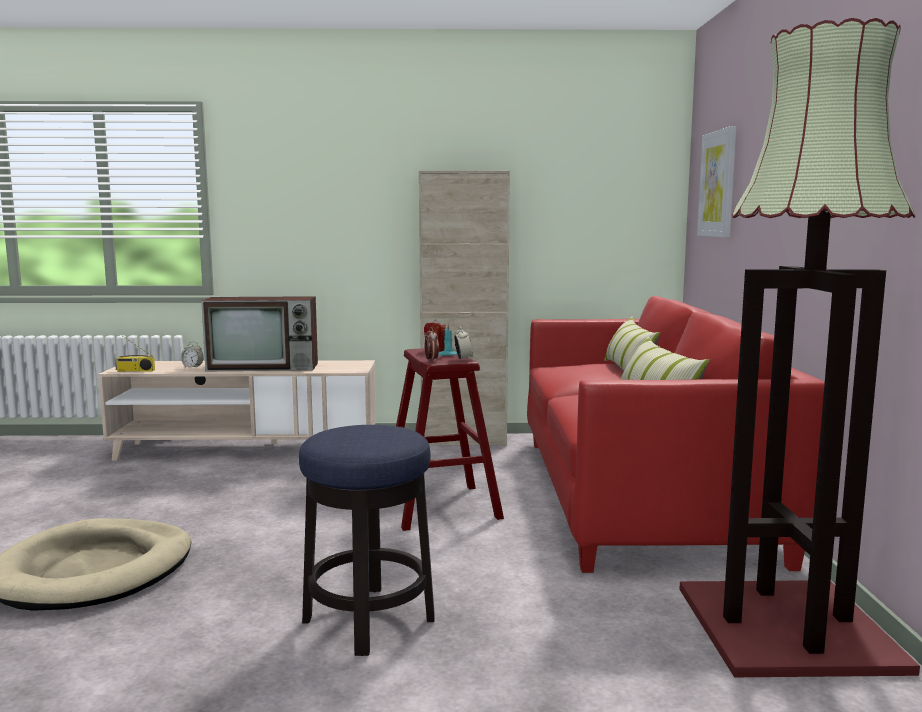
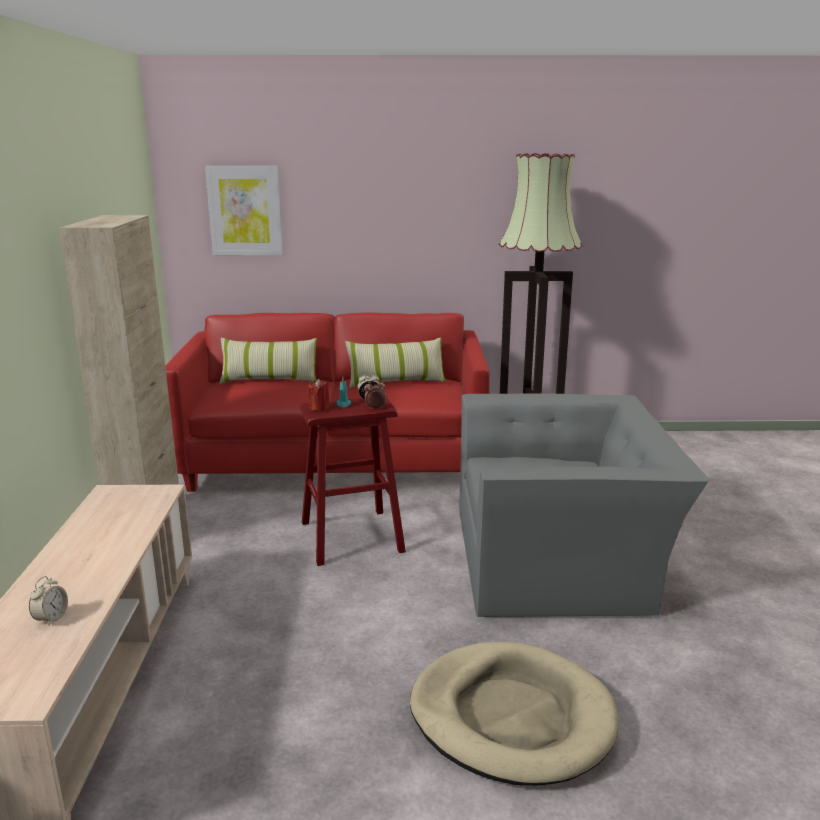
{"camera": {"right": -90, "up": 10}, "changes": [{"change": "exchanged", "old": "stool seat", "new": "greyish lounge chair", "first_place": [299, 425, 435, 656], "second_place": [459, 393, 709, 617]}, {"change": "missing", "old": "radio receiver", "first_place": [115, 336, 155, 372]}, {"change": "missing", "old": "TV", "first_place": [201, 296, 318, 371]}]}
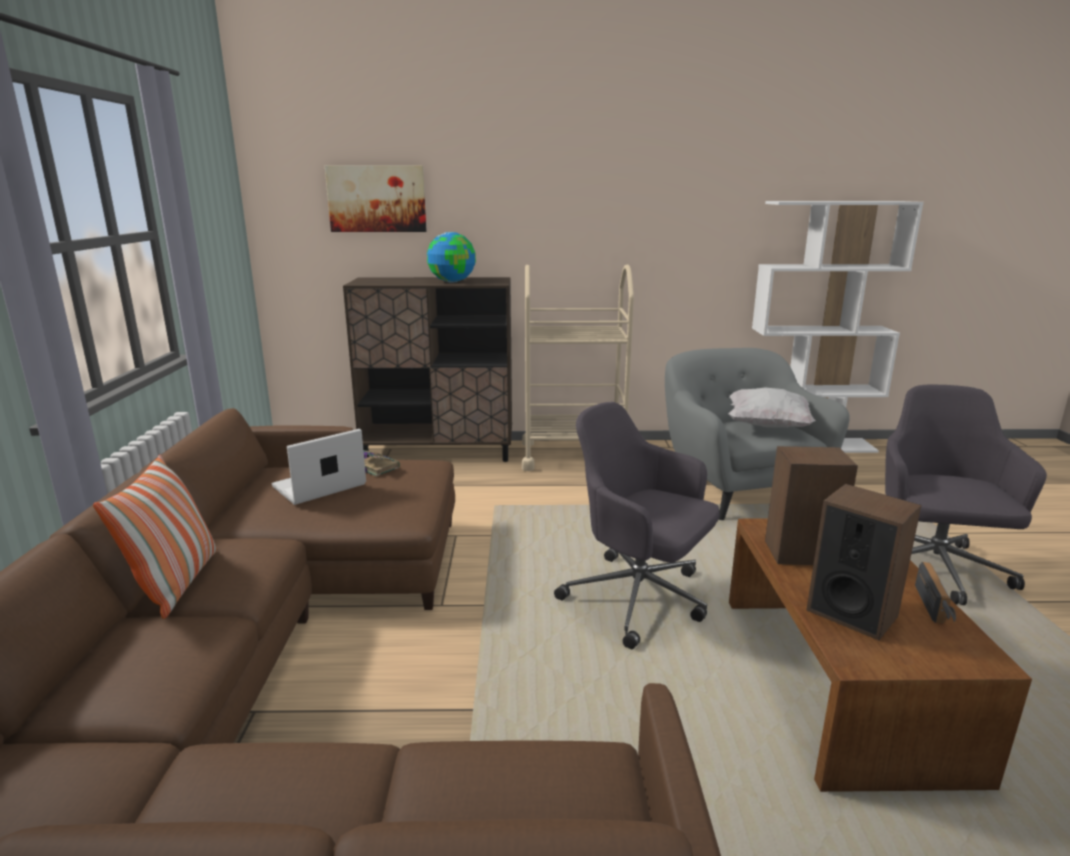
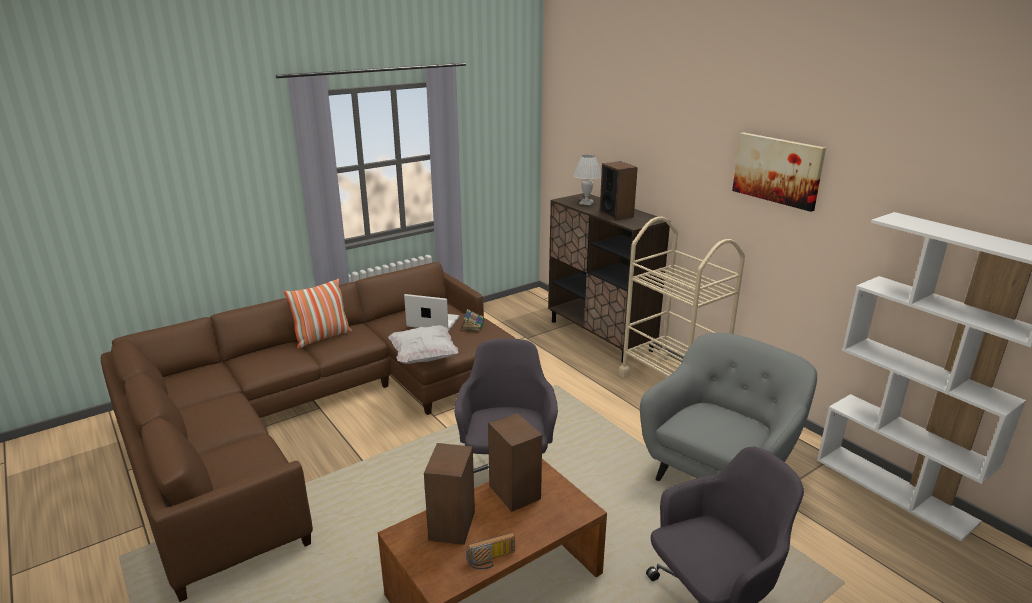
{"camera": {"right": 55, "up": 5}, "changes": [{"change": "relocated", "old": "white throw pillow", "first_place": [728, 387, 816, 428], "second_place": [388, 325, 458, 364]}, {"change": "appeared", "new": "white tabletop lamp", "second_place": [573, 155, 601, 205]}, {"change": "exchanged", "old": "world globe", "new": "loudspeaker", "first_place": [427, 232, 476, 282], "second_place": [599, 161, 638, 220]}, {"change": "relocated", "old": "wall picture", "first_place": [325, 166, 427, 232], "second_place": [732, 132, 826, 212]}]}
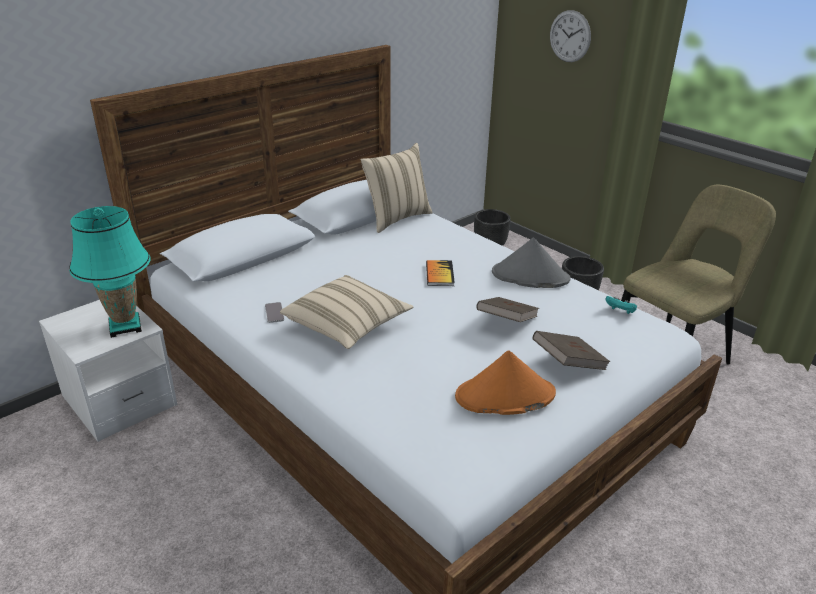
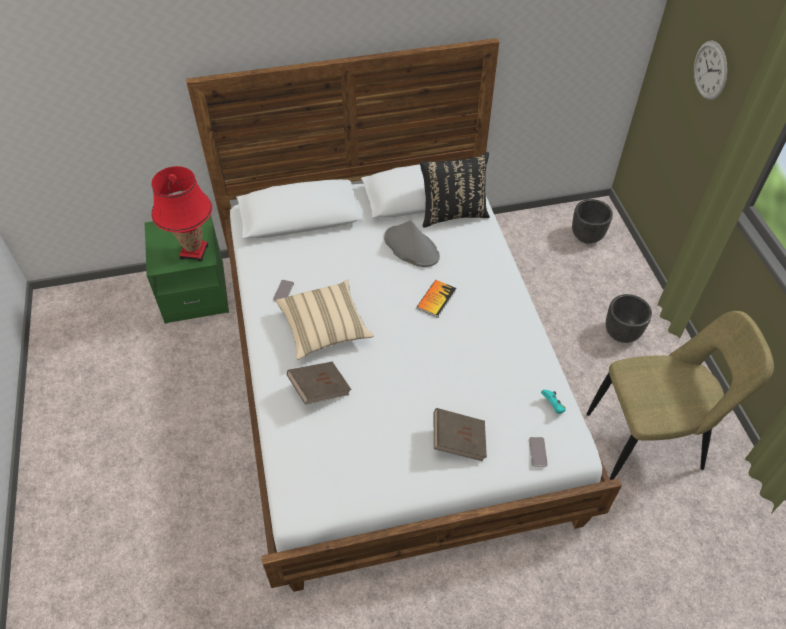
{"camera": {"right": 30, "up": 20}, "changes": [{"change": "colour", "old": "white nightstand", "new": "green-coloured nightstand", "first_place": [39, 300, 177, 442], "second_place": [145, 215, 229, 324]}, {"change": "colour", "old": "turquoise tabletop lamp", "new": "red tabletop lamp", "first_place": [69, 206, 150, 338], "second_place": [151, 166, 212, 261]}, {"change": "relocated", "old": "brown book", "first_place": [476, 297, 539, 322], "second_place": [287, 362, 352, 405]}, {"change": "relocated", "old": "greyish clothing hat", "first_place": [492, 238, 571, 288], "second_place": [384, 220, 440, 267]}, {"change": "colour", "old": "beige throw pillow", "new": "black-coloured throw pillow", "first_place": [361, 143, 433, 233], "second_place": [420, 152, 490, 228]}, {"change": "appeared", "new": "telephone", "second_place": [529, 437, 548, 467]}, {"change": "missing", "old": "orange-coloured clothing hat", "first_place": [455, 351, 556, 415]}]}
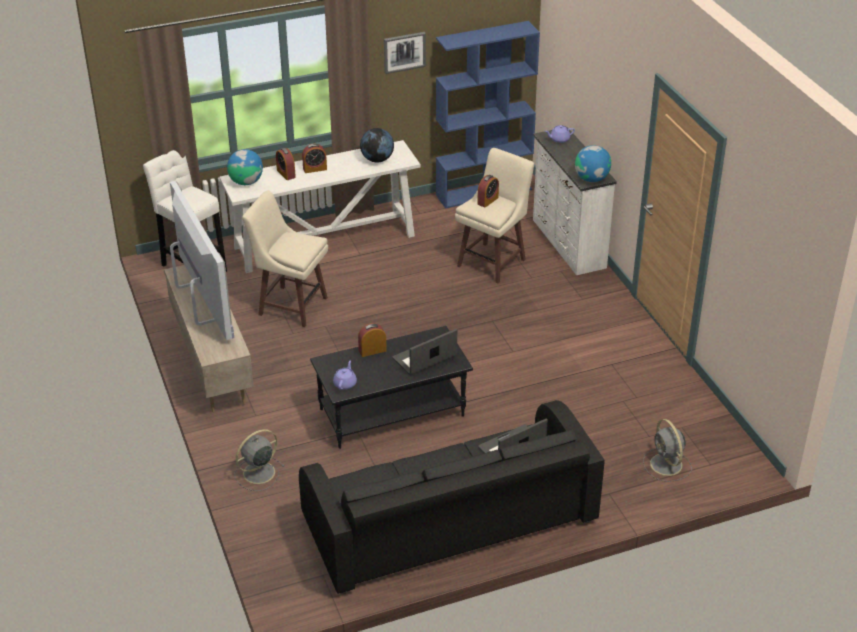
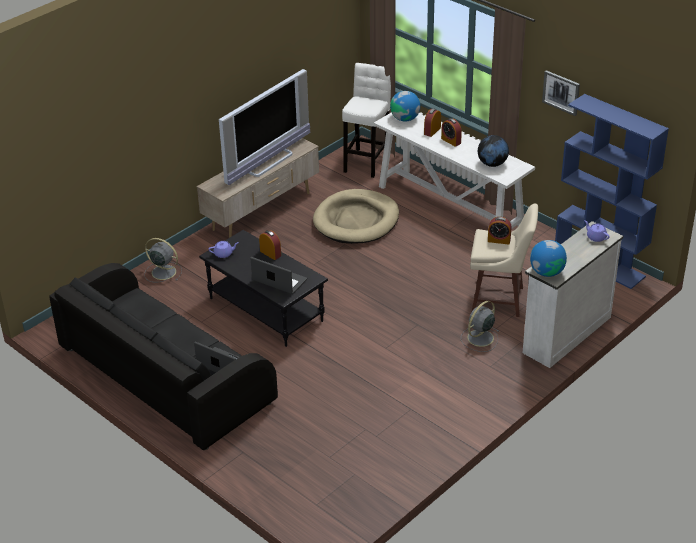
{"camera": {"right": 65, "up": 0}, "changes": [{"change": "exchanged", "old": "beige stool seat", "new": "beige dog bed", "first_place": [243, 190, 328, 327], "second_place": [313, 189, 399, 244]}, {"change": "relocated", "old": "greyish electric fan", "first_place": [643, 419, 692, 482], "second_place": [461, 301, 499, 352]}]}
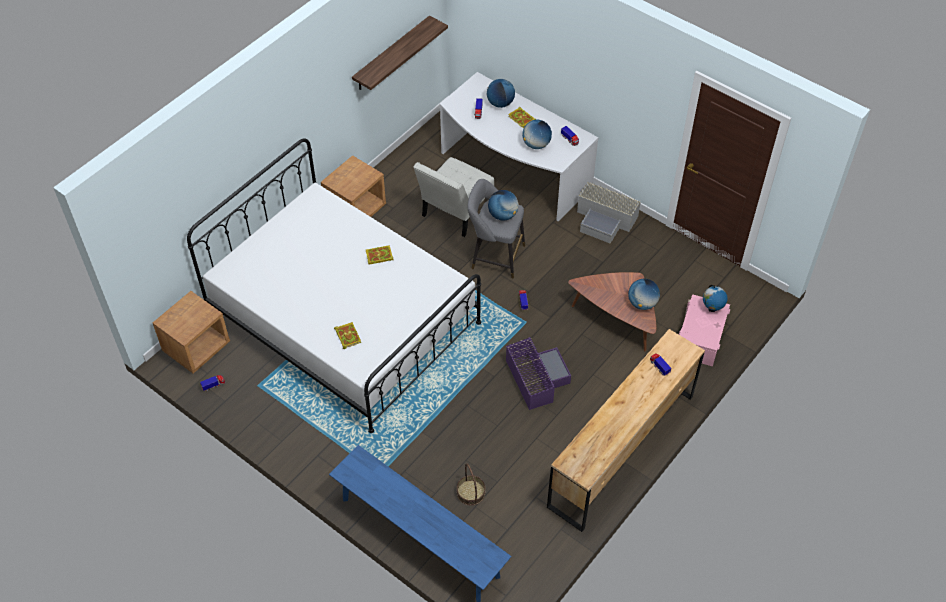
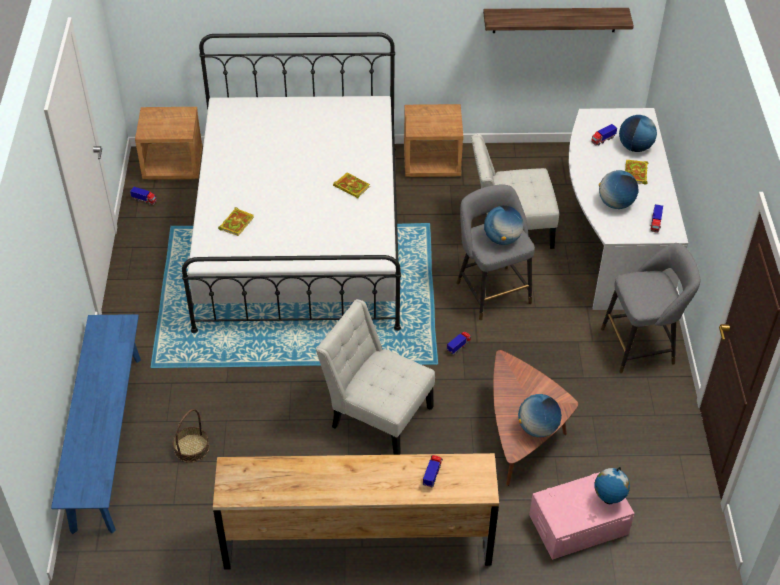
{"camera": {"right": 50, "up": -5}, "changes": [{"change": "exchanged", "old": "purple-coloured storage container", "new": "white chair", "first_place": [506, 337, 571, 410], "second_place": [316, 299, 435, 455]}, {"change": "exchanged", "old": "greyish storage container", "new": "greyish stool seat", "first_place": [577, 181, 641, 244], "second_place": [601, 243, 700, 373]}]}
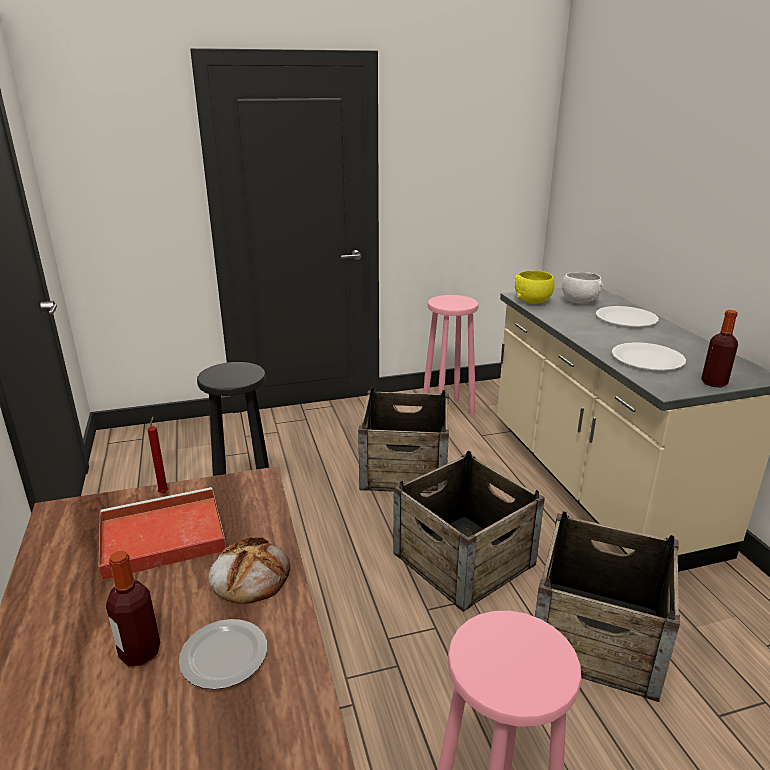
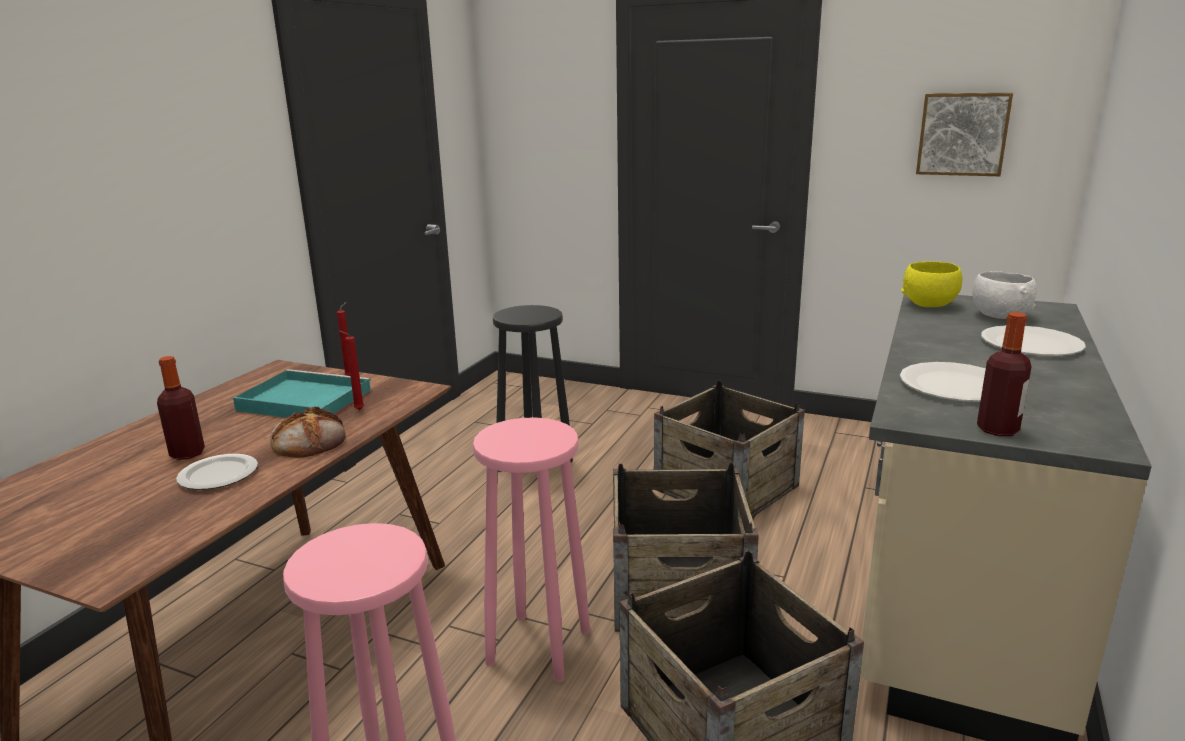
{"camera": {"right": 40, "up": -5}, "changes": [{"change": "colour", "old": "red serving tray", "new": "turquoise serving tray", "first_place": [99, 487, 226, 580], "second_place": [233, 369, 372, 418]}, {"change": "appeared", "new": "red wax candle", "second_place": [340, 331, 364, 410]}, {"change": "relocated", "old": "pink stool seat", "first_place": [423, 295, 479, 417], "second_place": [473, 417, 590, 682]}, {"change": "appeared", "new": "wall picture", "second_place": [916, 93, 1013, 176]}]}
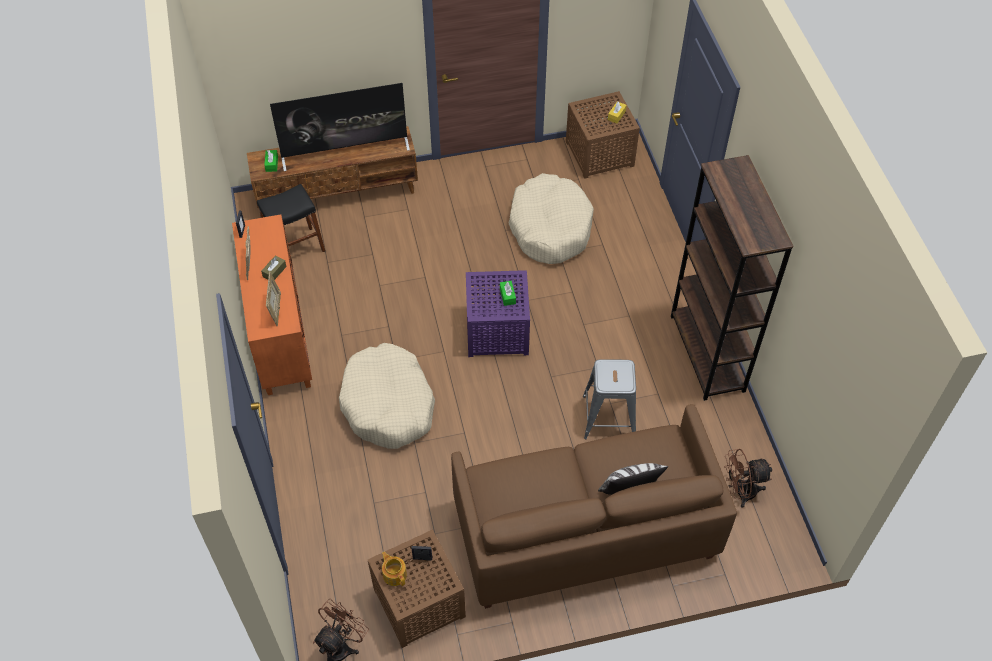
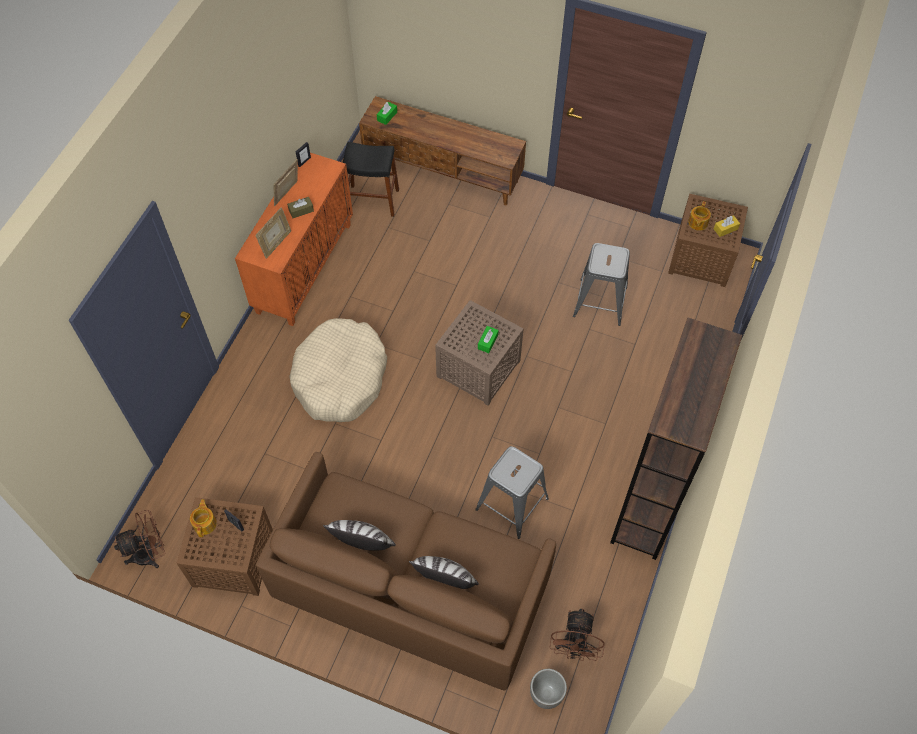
{"camera": {"right": 35, "up": 5}, "changes": [{"change": "appeared", "new": "throw pillow", "second_place": [323, 520, 396, 551]}, {"change": "colour", "old": "purple-coloured accent table", "new": "brown accent table", "first_place": [466, 270, 530, 357], "second_place": [435, 300, 524, 406]}, {"change": "appeared", "new": "plant pot", "second_place": [530, 669, 567, 709]}, {"change": "spun", "old": "brown electric fan", "first_place": [724, 449, 772, 508], "second_place": [550, 609, 605, 661], "degrees": -105}, {"change": "exchanged", "old": "beige dog bed", "new": "greyish stool seat", "first_place": [509, 173, 594, 264], "second_place": [573, 243, 630, 326]}, {"change": "appeared", "new": "pot for tea", "second_place": [688, 201, 711, 231]}, {"change": "missing", "old": "TV", "first_place": [270, 83, 410, 171]}]}
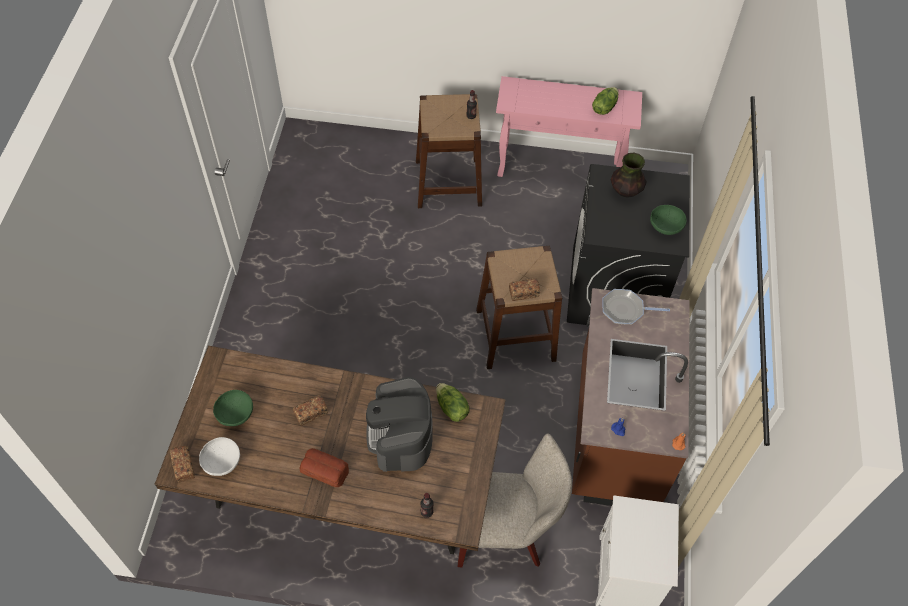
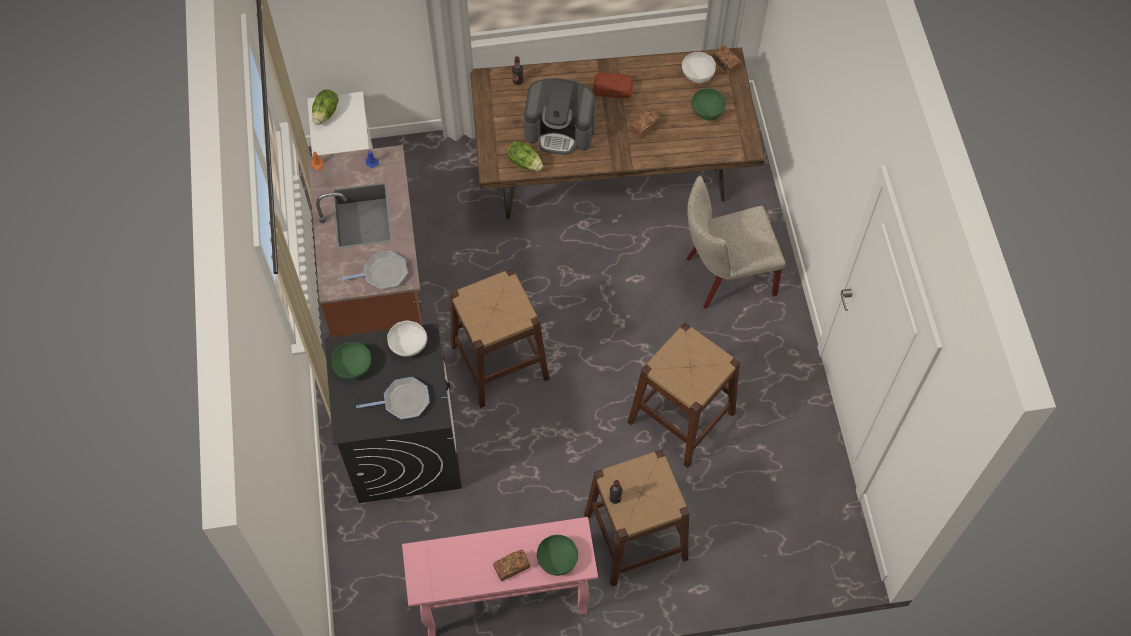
{"camera": {"right": 165, "up": 5}, "changes": [{"change": "relocated", "old": "lettuce", "first_place": [592, 87, 619, 115], "second_place": [312, 89, 339, 125]}, {"change": "exchanged", "old": "vase", "new": "skillet", "first_place": [611, 152, 647, 198], "second_place": [356, 377, 429, 419]}, {"change": "appeared", "new": "white serving bowl", "second_place": [387, 321, 427, 357]}, {"change": "relocated", "old": "bread", "first_place": [509, 278, 540, 301], "second_place": [493, 550, 530, 581]}, {"change": "spun", "old": "coffee maker", "first_place": [366, 377, 432, 472], "second_place": [524, 78, 596, 155], "degrees": 120}, {"change": "appeared", "new": "green-coloured serving bowl", "second_place": [537, 535, 578, 576]}, {"change": "appeared", "new": "brown stool seat", "second_place": [628, 323, 740, 468]}, {"change": "relocated", "old": "beige chair", "first_place": [458, 433, 572, 567], "second_place": [686, 176, 786, 309]}]}
